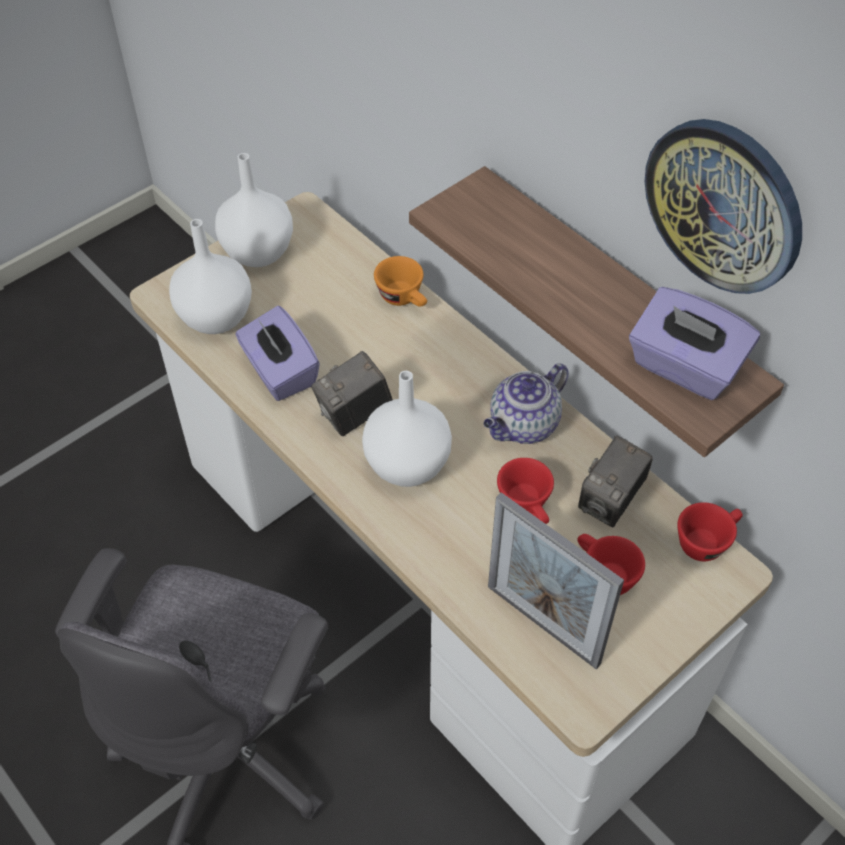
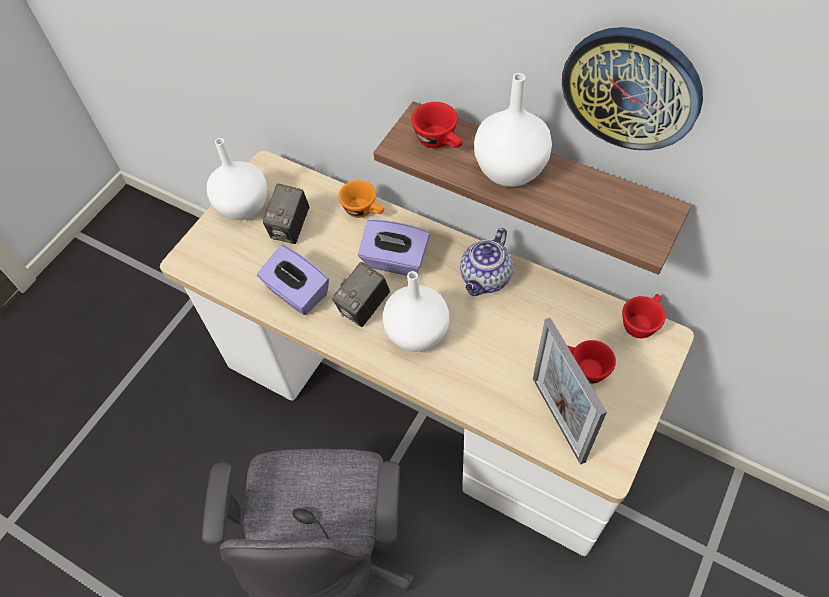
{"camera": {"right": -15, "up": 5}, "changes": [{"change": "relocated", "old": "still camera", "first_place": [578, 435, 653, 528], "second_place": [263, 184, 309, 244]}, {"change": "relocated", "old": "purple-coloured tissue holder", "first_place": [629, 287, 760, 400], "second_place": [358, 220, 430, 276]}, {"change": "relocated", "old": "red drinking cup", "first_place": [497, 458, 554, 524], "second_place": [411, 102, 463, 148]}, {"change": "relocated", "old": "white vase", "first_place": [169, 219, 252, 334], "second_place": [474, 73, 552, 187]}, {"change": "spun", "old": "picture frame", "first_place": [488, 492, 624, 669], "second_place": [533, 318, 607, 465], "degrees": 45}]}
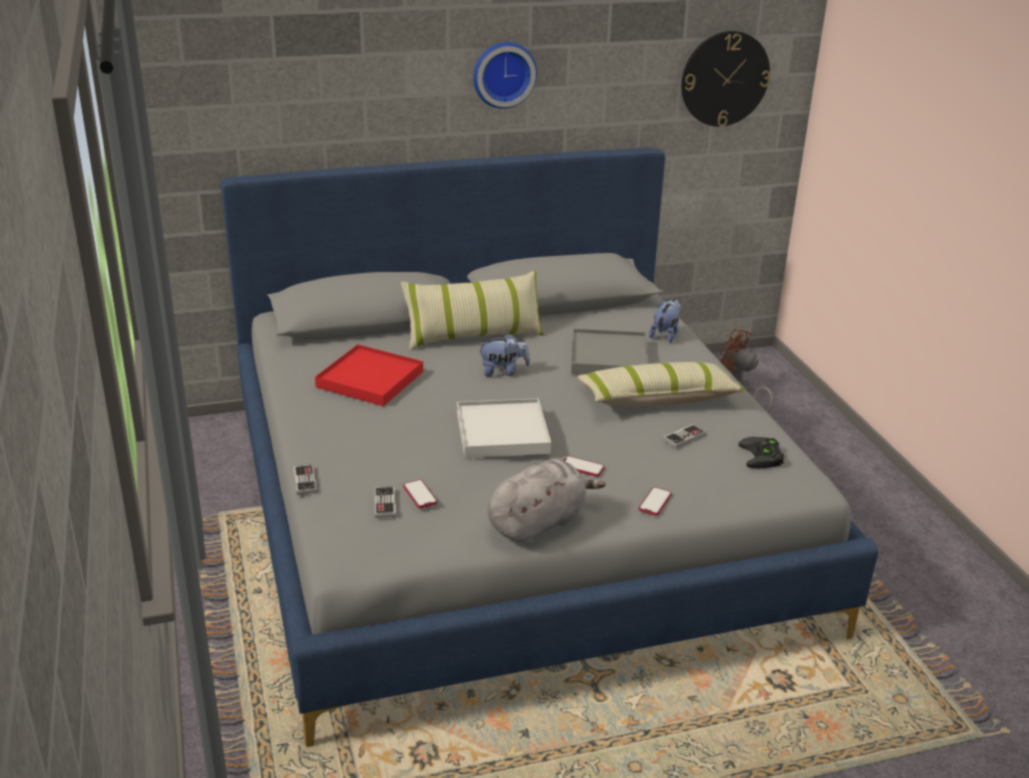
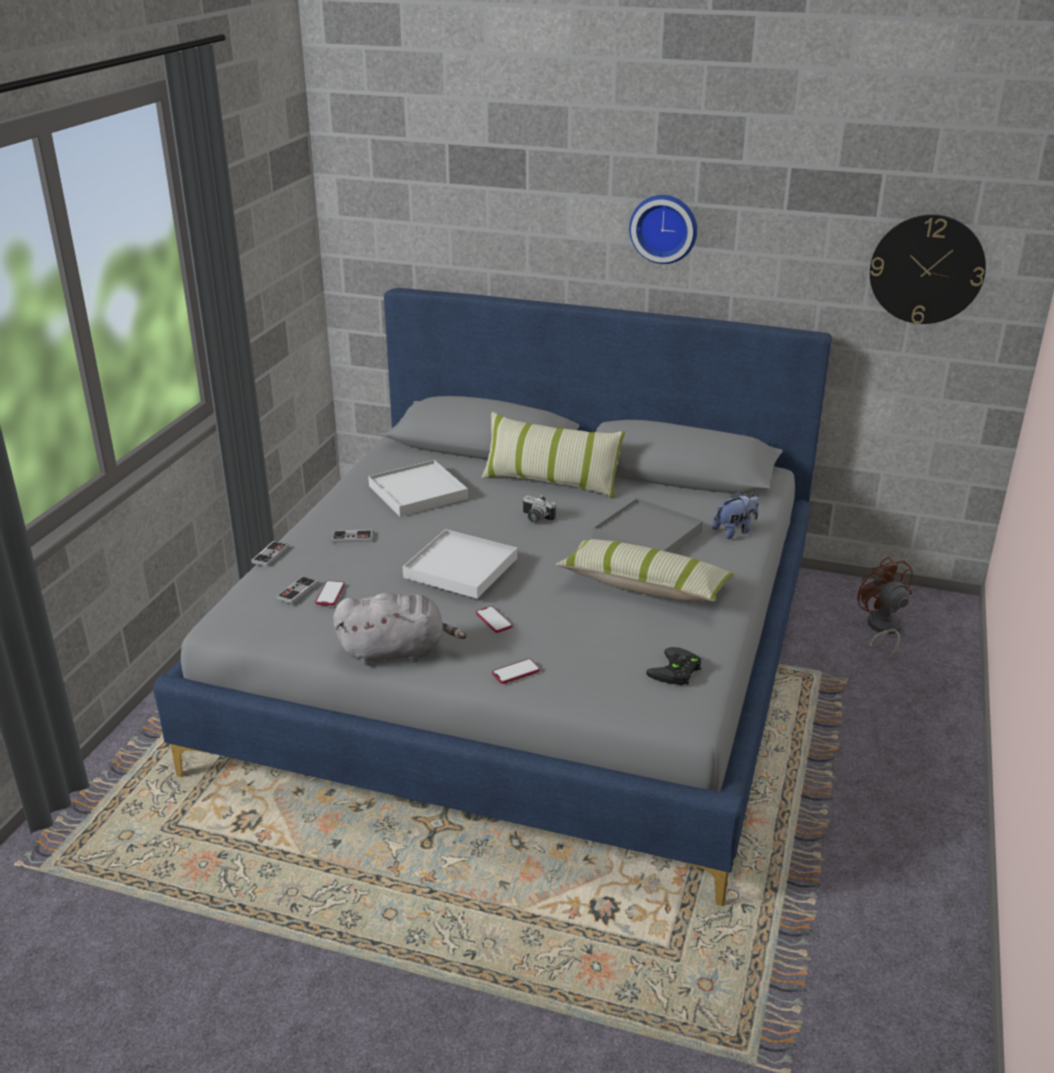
{"camera": {"right": 35, "up": 0}, "changes": [{"change": "relocated", "old": "gamepad", "first_place": [663, 424, 706, 448], "second_place": [332, 530, 373, 543]}, {"change": "colour", "old": "red serving tray", "new": "white serving tray", "first_place": [315, 344, 423, 406], "second_place": [368, 460, 468, 517]}, {"change": "exchanged", "old": "plush toy", "new": "still camera", "first_place": [478, 334, 530, 377], "second_place": [523, 494, 556, 523]}]}
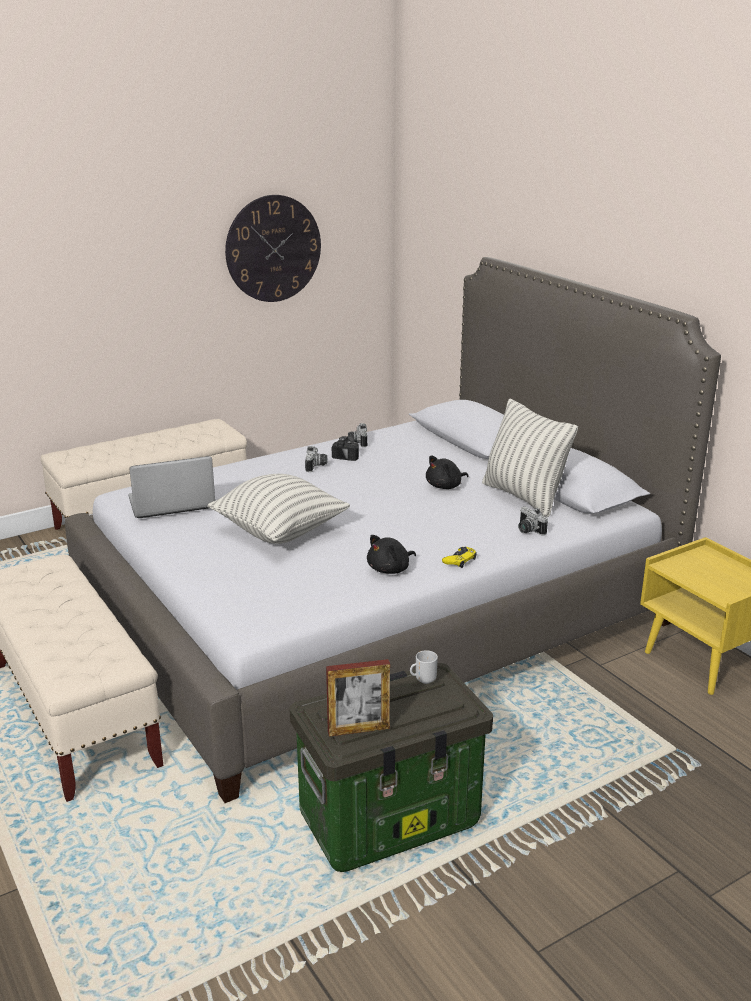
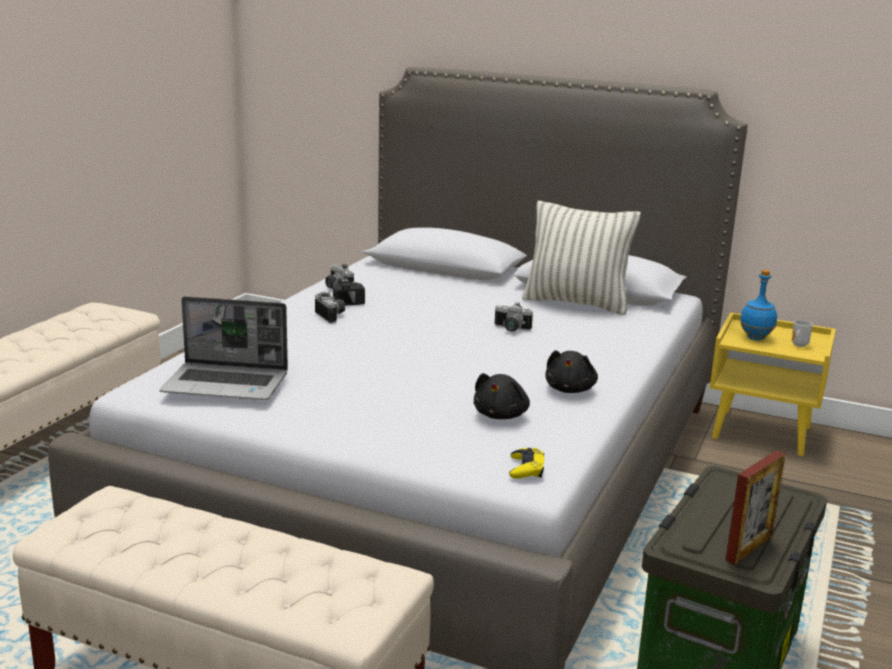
{"camera": {"right": -35, "up": -5}, "changes": [{"change": "spun", "old": "portable computer", "first_place": [128, 456, 215, 518], "second_place": [159, 296, 288, 400], "degrees": -120}, {"change": "relocated", "old": "black-coloured plush toy", "first_place": [426, 455, 469, 489], "second_place": [474, 373, 530, 419]}, {"change": "relocated", "old": "still camera", "first_place": [518, 507, 548, 535], "second_place": [495, 302, 533, 332]}, {"change": "relocated", "old": "yellowish gamepad", "first_place": [442, 547, 477, 568], "second_place": [509, 448, 544, 479]}, {"change": "appeared", "new": "blue drink bottle", "second_place": [740, 270, 777, 340]}, {"change": "relocated", "old": "mug", "first_place": [410, 650, 438, 684], "second_place": [792, 320, 813, 347]}, {"change": "missing", "old": "throw pillow", "first_place": [207, 474, 350, 544]}, {"change": "missing", "old": "clock on the wall", "first_place": [225, 195, 321, 302]}]}
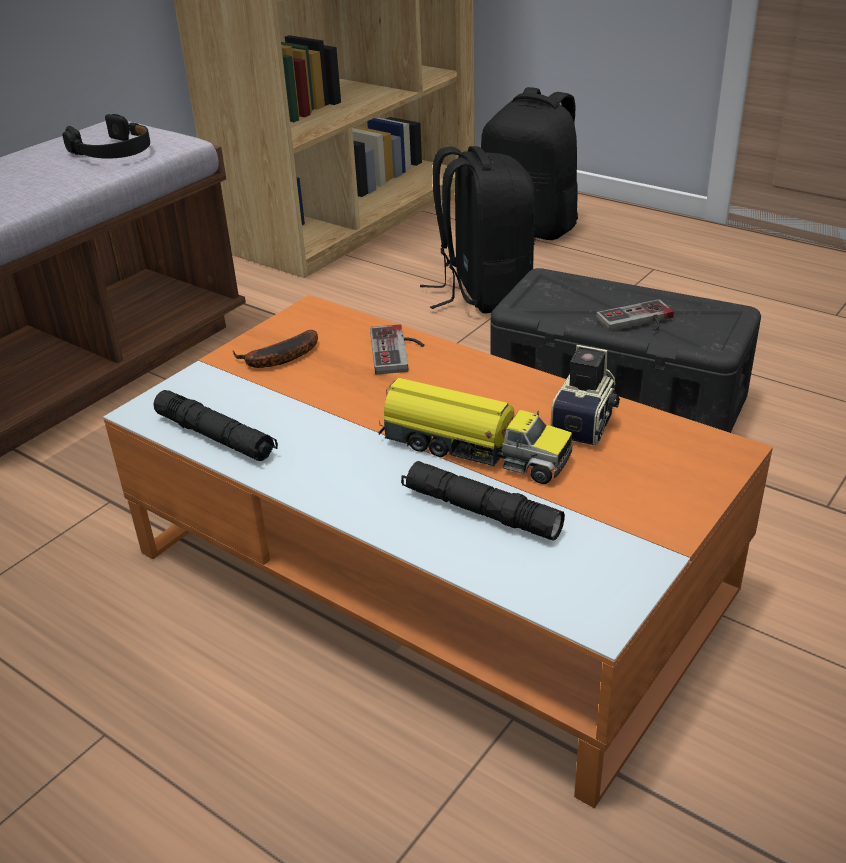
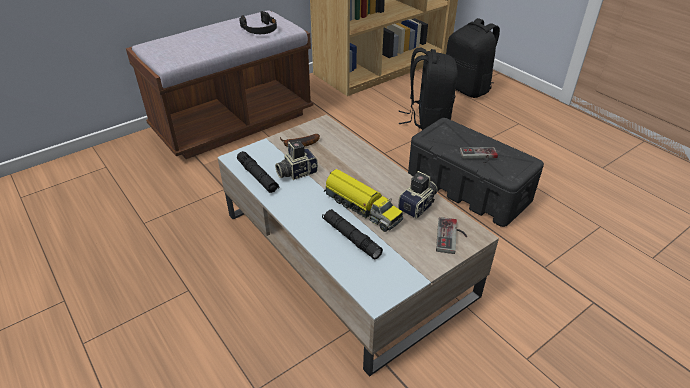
{"camera": {"right": 15, "up": 5}, "changes": [{"change": "colour", "old": "orange-coloured coffee table", "new": "beige coffee table", "first_place": [103, 295, 773, 808], "second_place": [217, 115, 499, 377]}, {"change": "appeared", "new": "still camera", "second_place": [275, 141, 318, 180]}, {"change": "relocated", "old": "gamepad", "first_place": [370, 325, 425, 374], "second_place": [436, 217, 467, 254]}]}
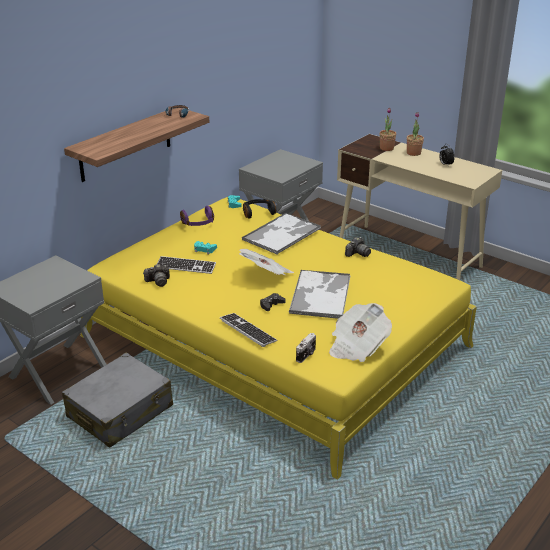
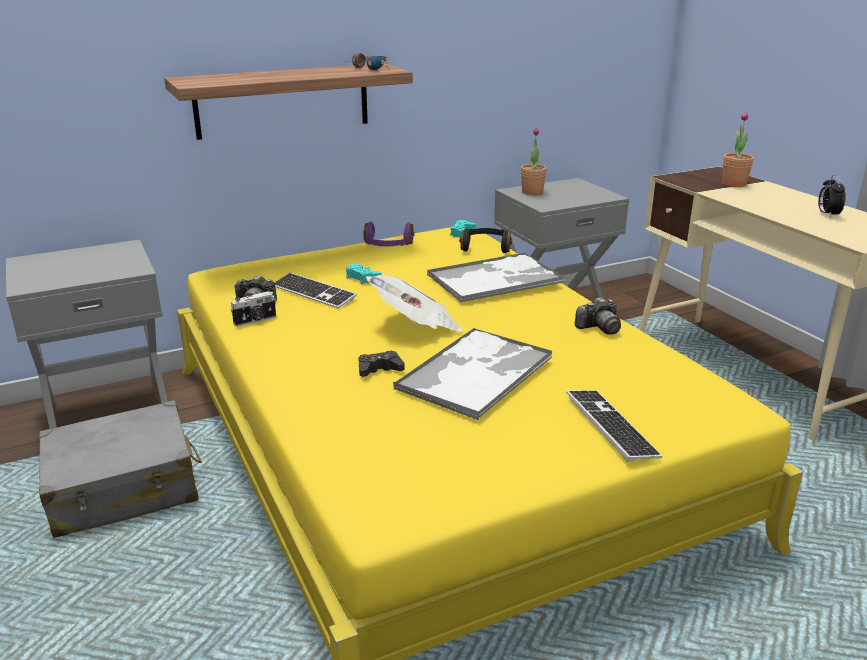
{"camera": {"right": 25, "up": -5}, "changes": [{"change": "relocated", "old": "still camera", "first_place": [296, 333, 316, 363], "second_place": [231, 291, 276, 327]}, {"change": "relocated", "old": "potted plant", "first_place": [407, 112, 424, 156], "second_place": [521, 128, 547, 195]}, {"change": "relocated", "old": "computer keyboard", "first_place": [220, 313, 277, 347], "second_place": [566, 390, 663, 462]}, {"change": "missing", "old": "printed paper", "first_place": [329, 303, 392, 362]}]}
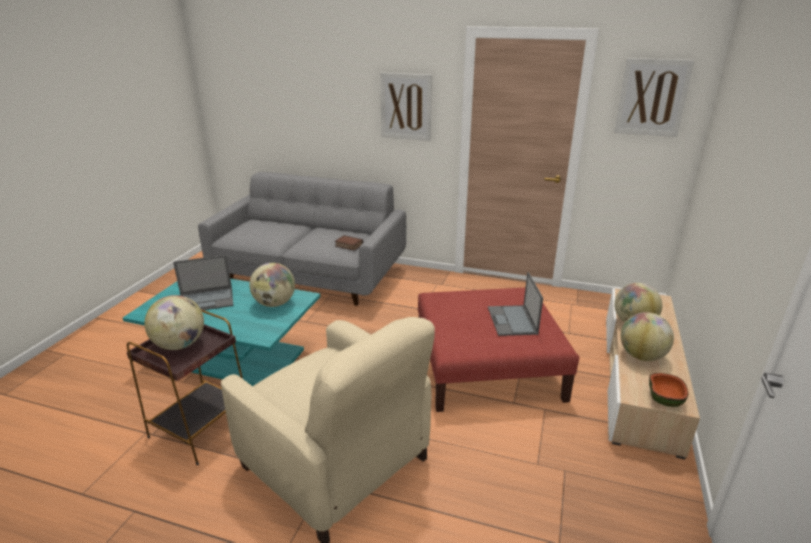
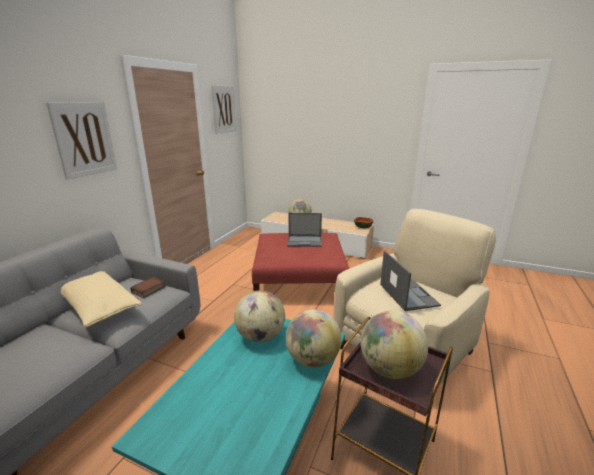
{"camera": {"right": -85, "up": -5}, "changes": [{"change": "appeared", "new": "beige throw pillow", "second_place": [61, 271, 142, 327]}, {"change": "relocated", "old": "world globe", "first_place": [621, 312, 674, 361], "second_place": [286, 309, 342, 368]}, {"change": "relocated", "old": "portable computer", "first_place": [173, 255, 233, 310], "second_place": [380, 251, 441, 311]}]}
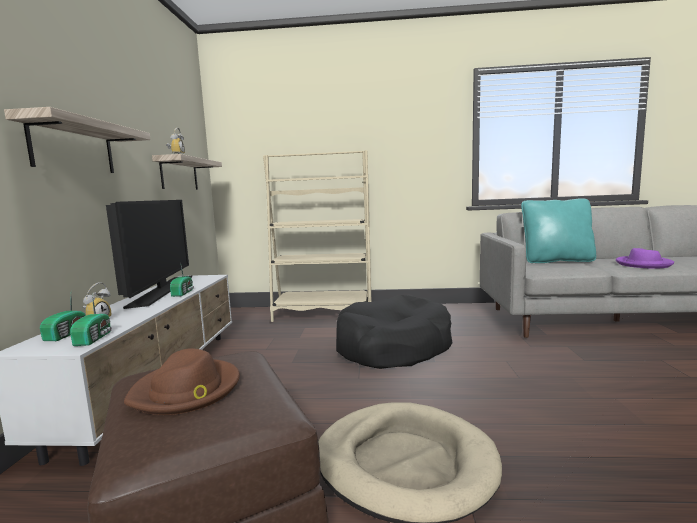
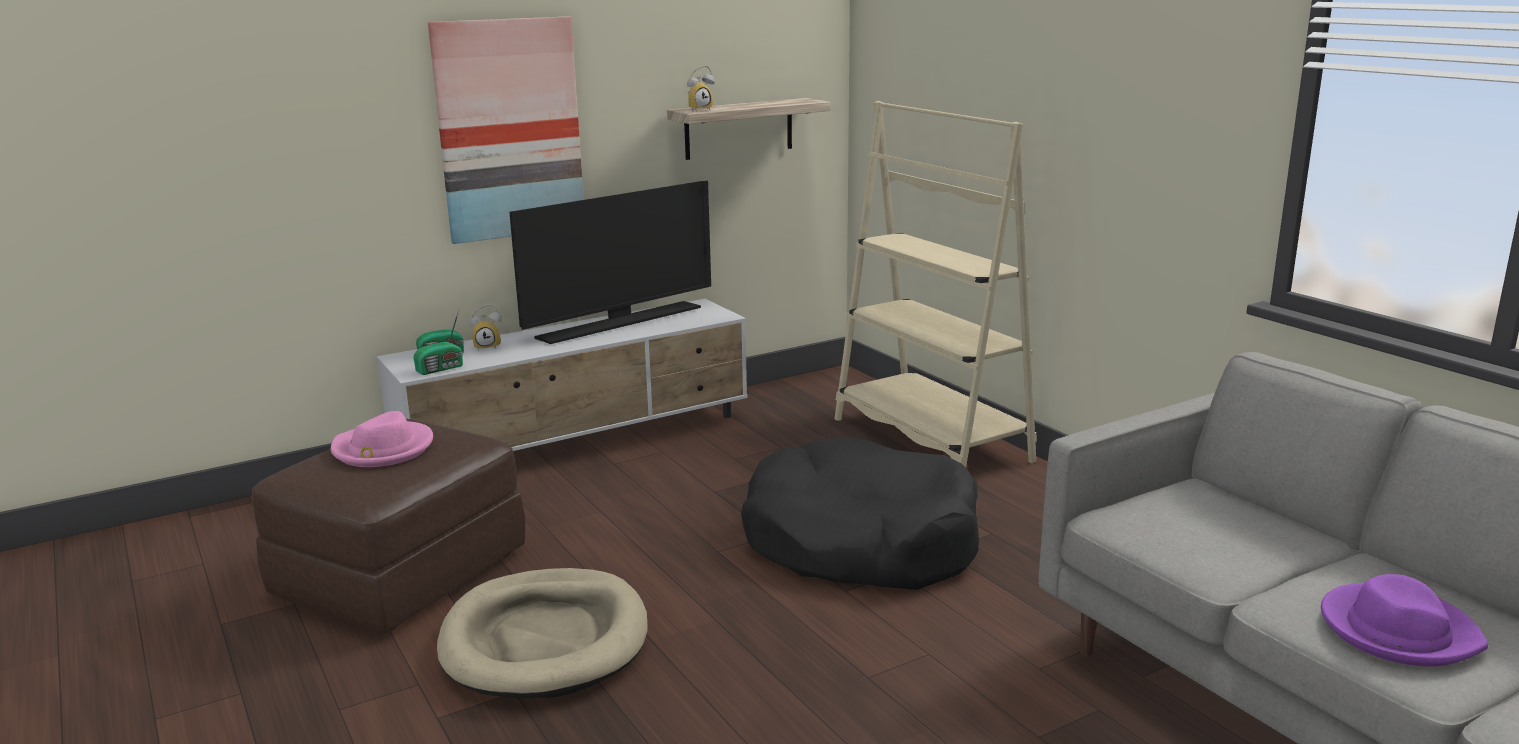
{"camera": {"right": 55, "up": 10}, "changes": [{"change": "colour", "old": "brown clothing hat", "new": "pink clothing hat", "first_place": [124, 348, 240, 415], "second_place": [331, 411, 433, 467]}, {"change": "exchanged", "old": "wall shelf", "new": "wall picture", "first_place": [4, 107, 151, 173], "second_place": [428, 16, 584, 244]}, {"change": "missing", "old": "radio receiver", "first_place": [170, 266, 194, 297]}, {"change": "missing", "old": "turquoise throw pillow", "first_place": [521, 198, 596, 263]}]}
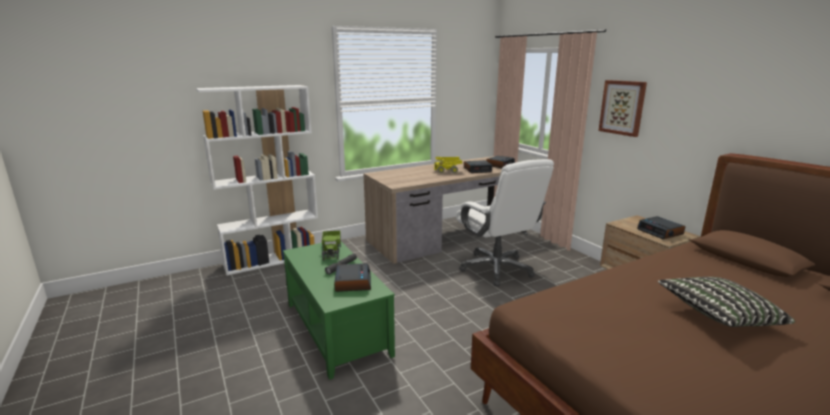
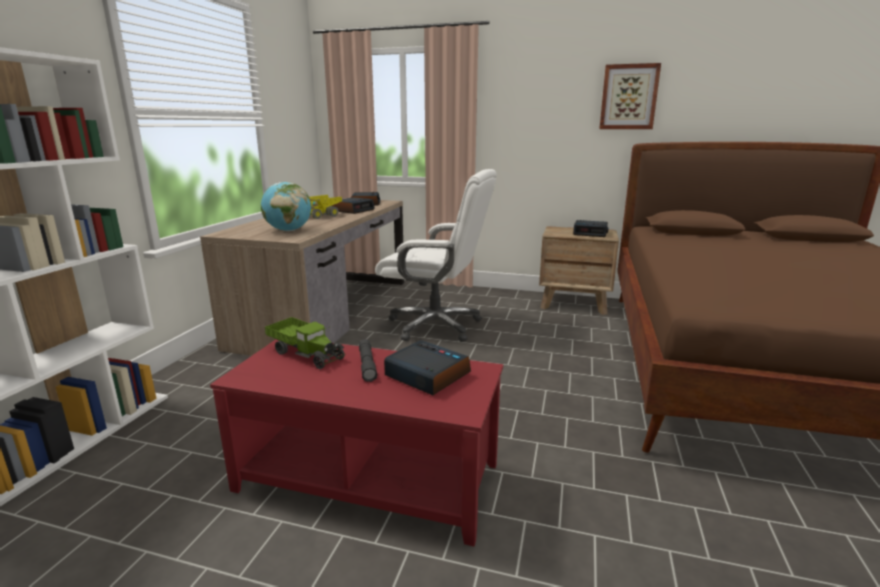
{"camera": {"right": -45, "up": 0}, "changes": [{"change": "colour", "old": "green-coloured coffee table", "new": "red coffee table", "first_place": [283, 242, 395, 380], "second_place": [210, 339, 503, 546]}, {"change": "appeared", "new": "world globe", "second_place": [261, 182, 311, 231]}, {"change": "relocated", "old": "wall picture", "first_place": [598, 80, 647, 137], "second_place": [599, 63, 661, 129]}, {"change": "missing", "old": "throw pillow", "first_place": [658, 277, 795, 327]}]}
